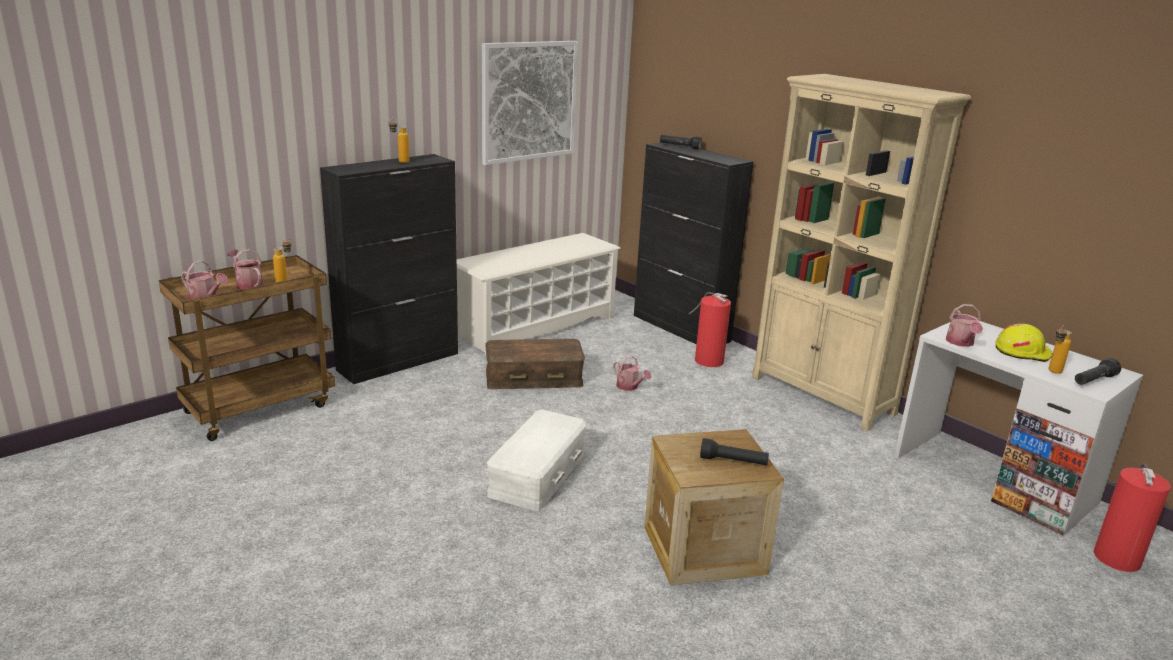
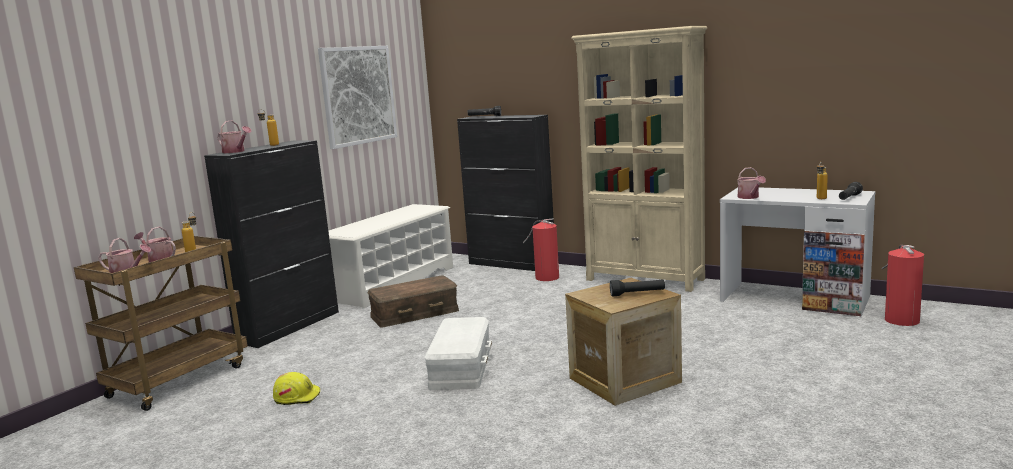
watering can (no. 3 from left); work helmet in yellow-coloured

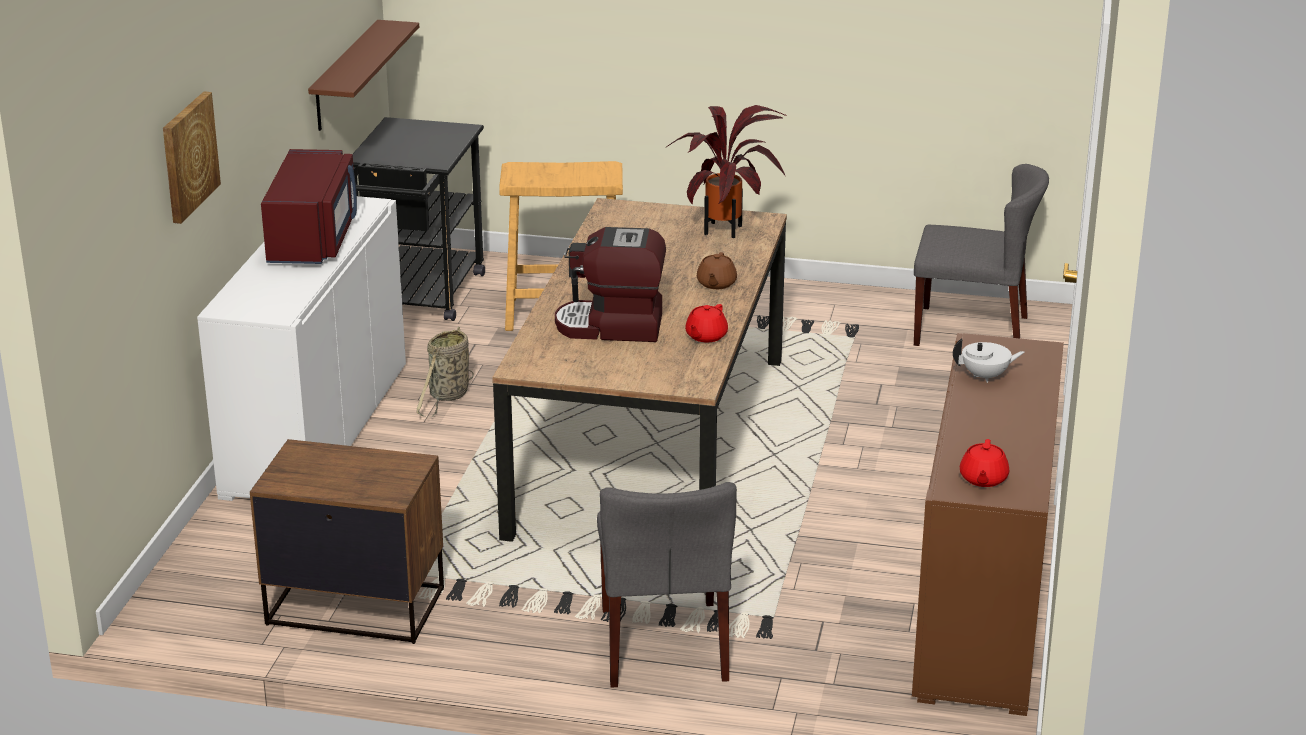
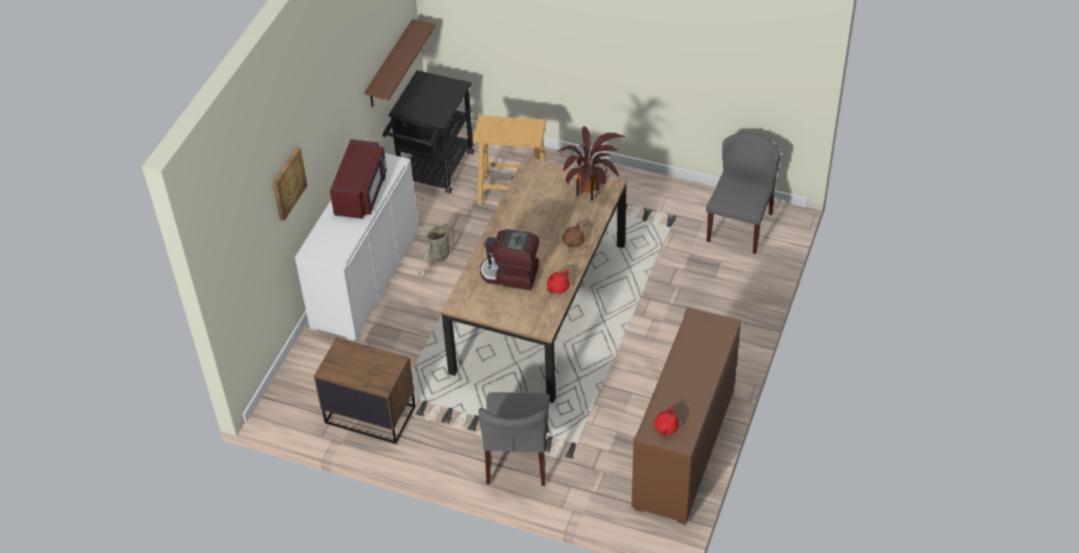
plain chair in greyish (no. 2 from left); pot for tea in white-coloured

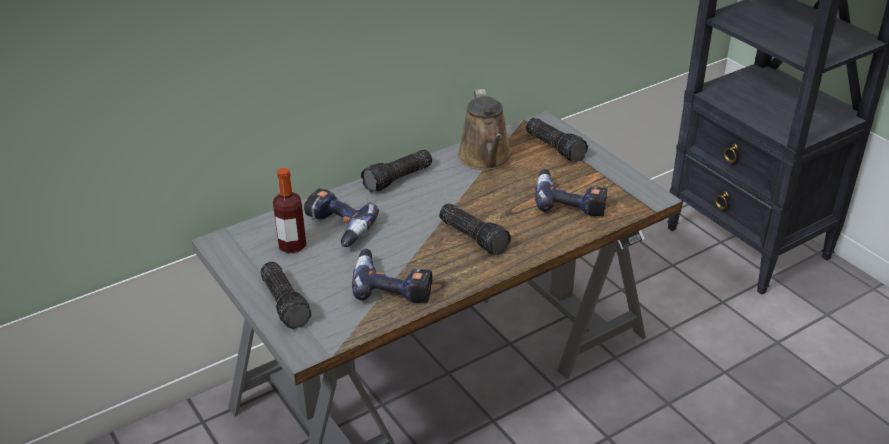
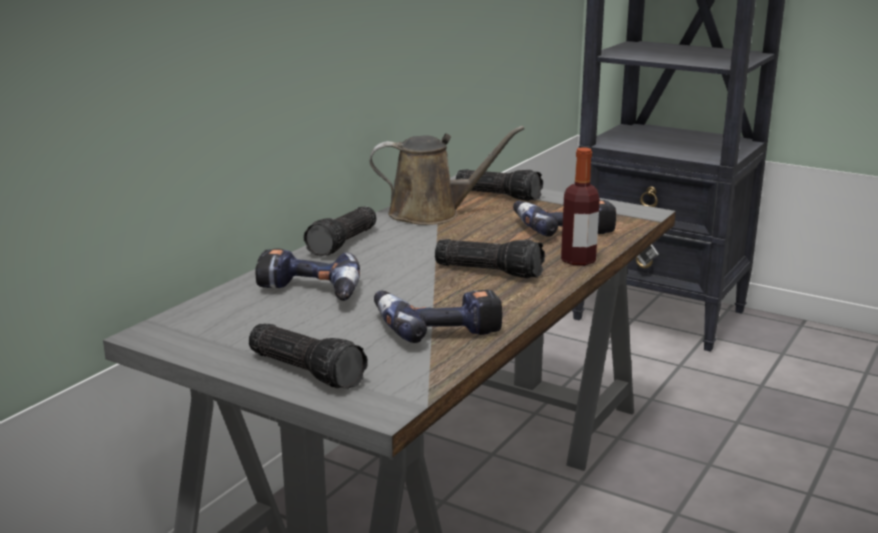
drink bottle; watering can in brownish

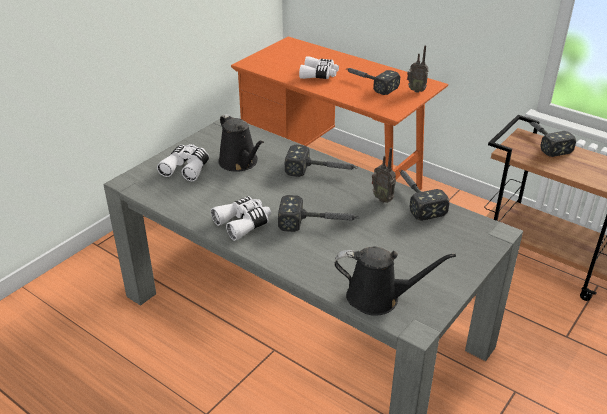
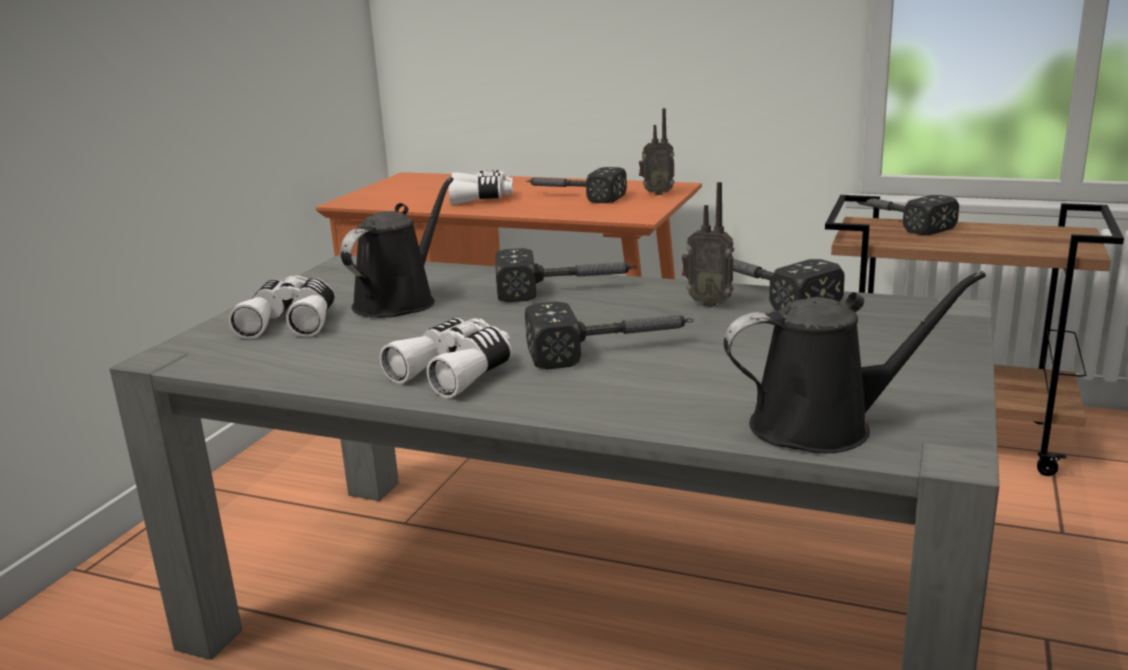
watering can in black (no. 1 from left)

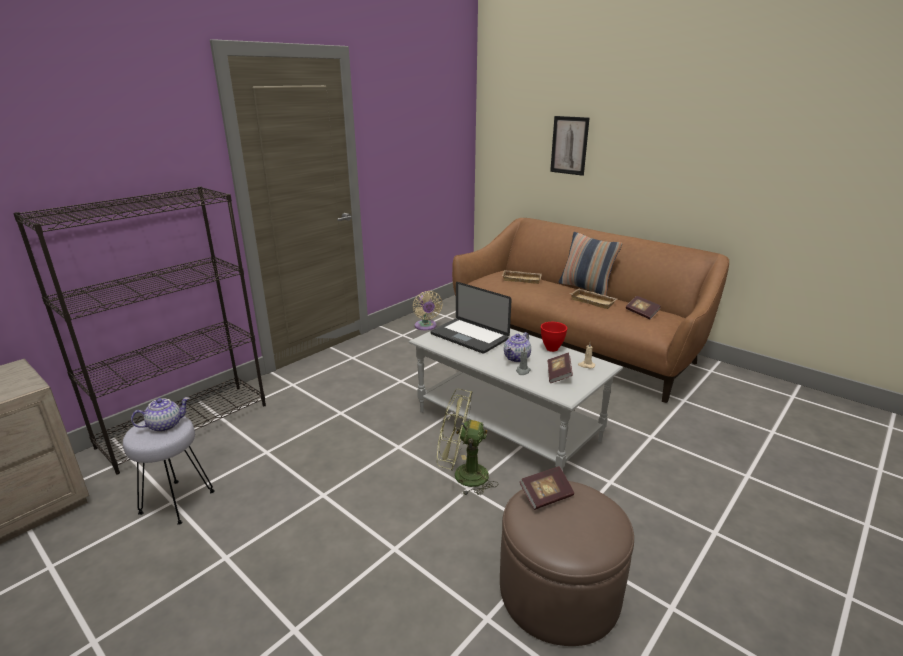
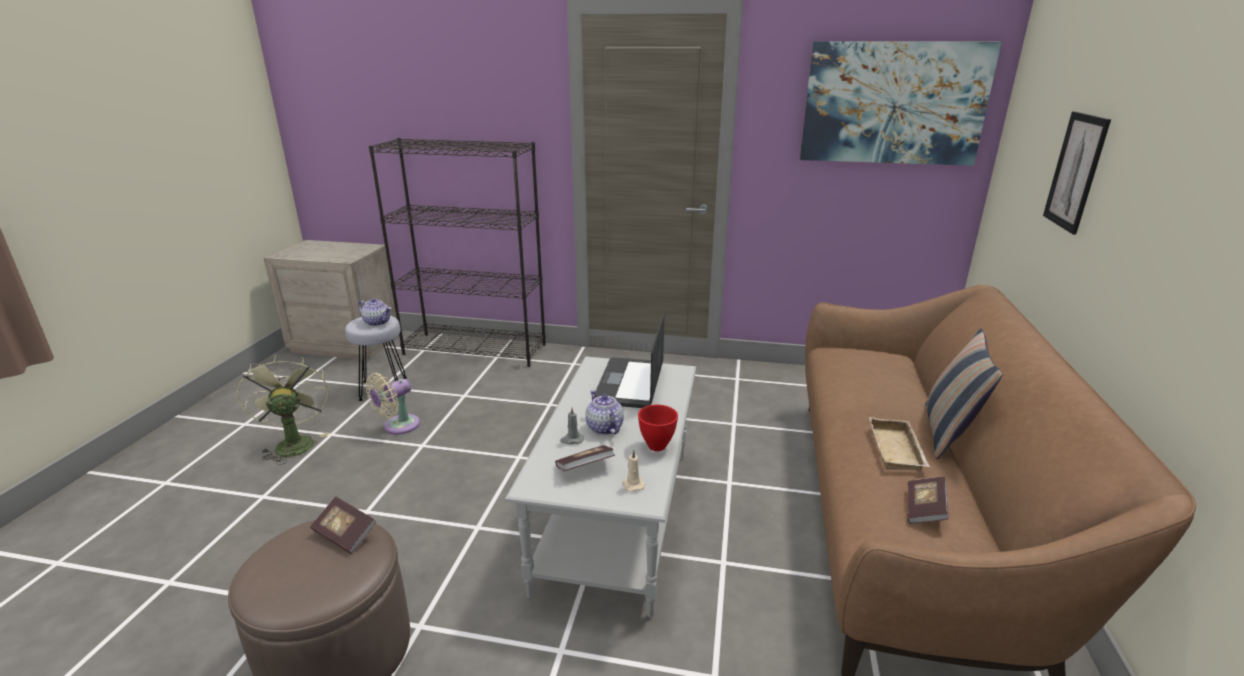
electric fan in beige-coloured; electric fan in greenish; tray in beige-coloured (no. 1 from left in the first image); pot for tea (no. 2 from left); wall picture (no. 1 from left)

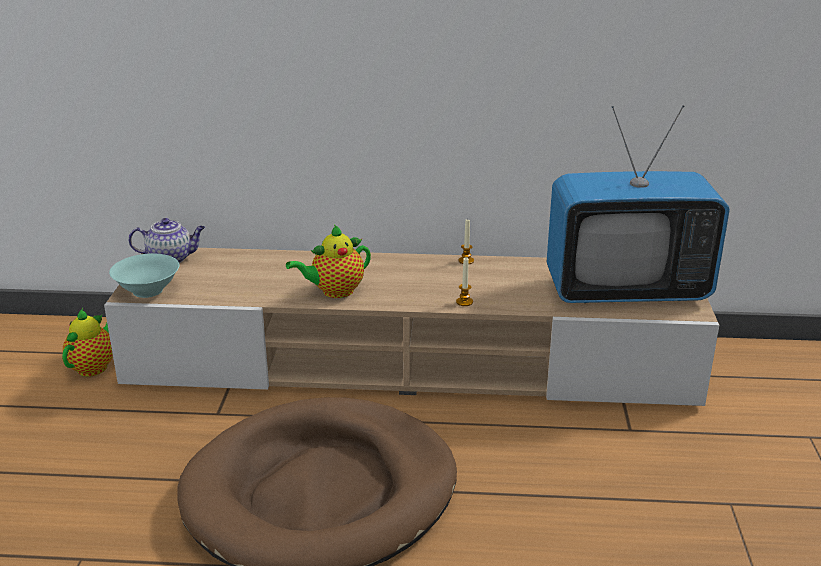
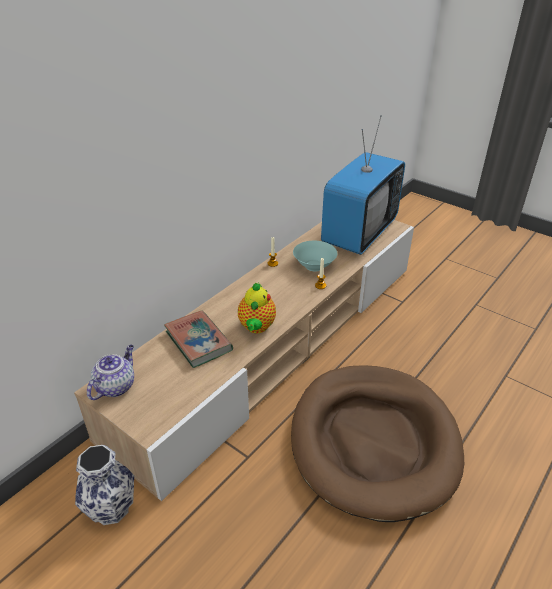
decorative vase; deep dish in turquoise-coloured; bound book

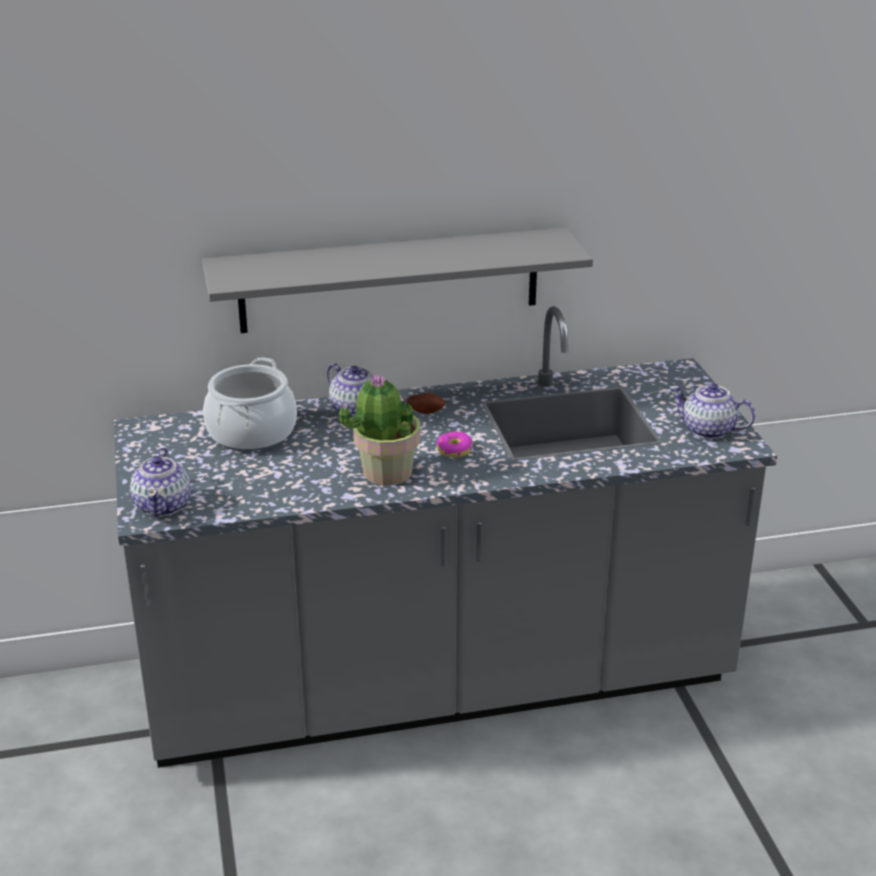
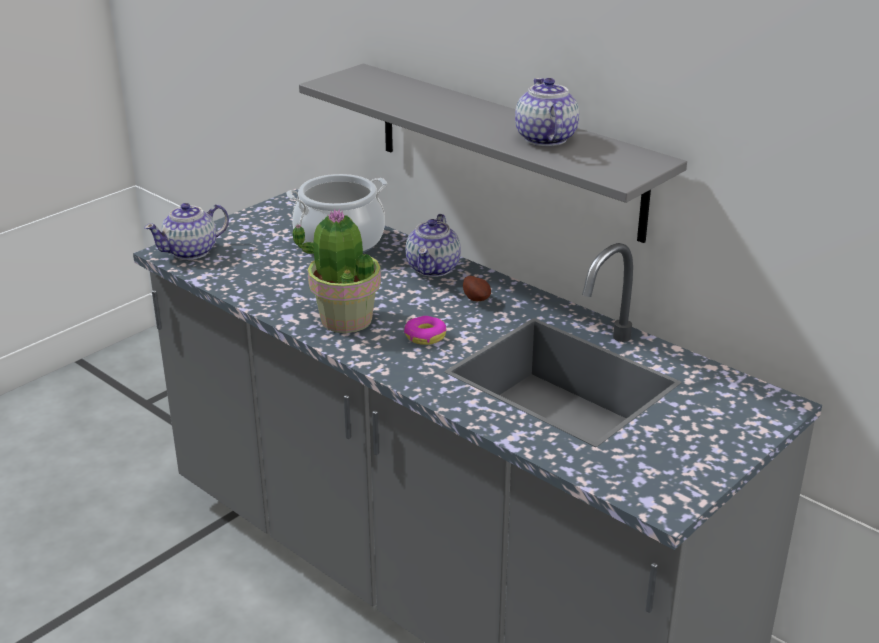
pot for tea (no. 3 from left)

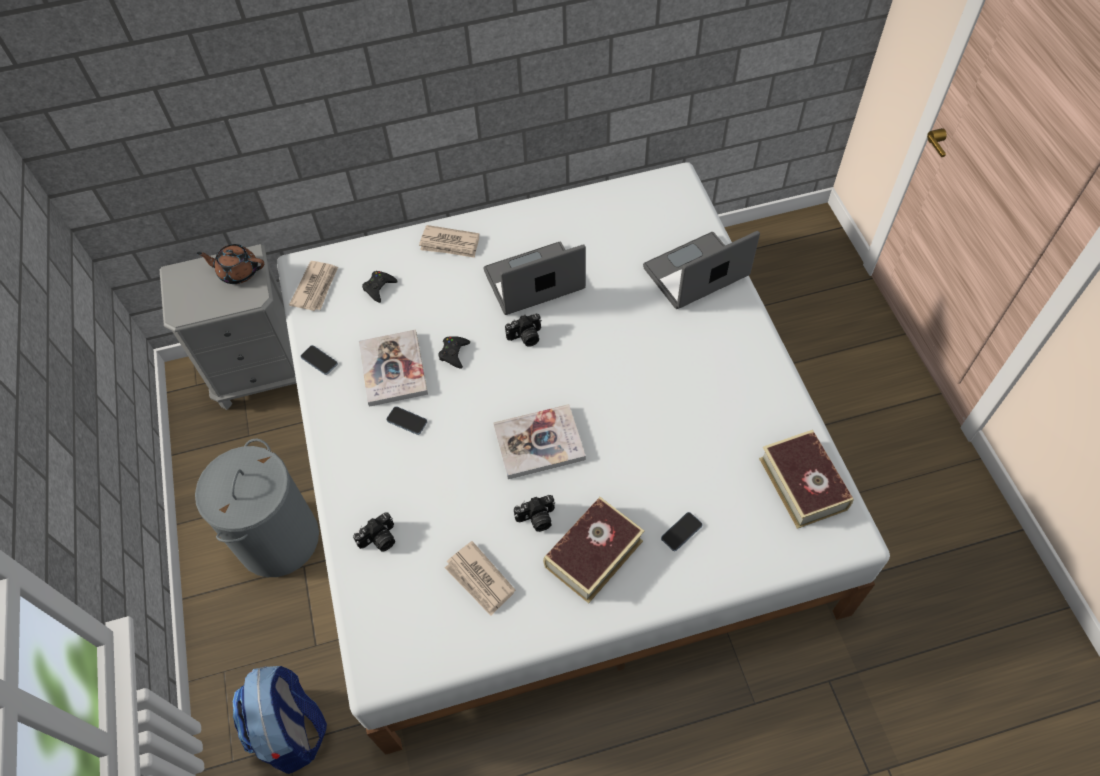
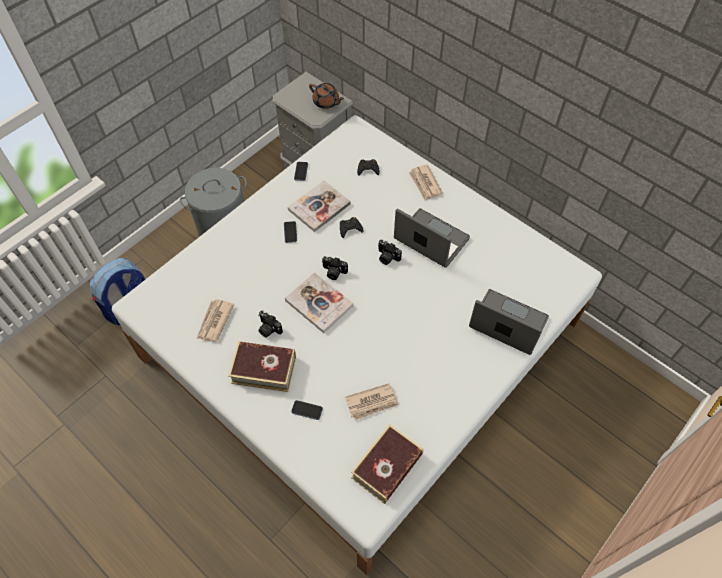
pot for tea in brownish; newspaper (no. 2 from left); photo camera (no. 2 from left)

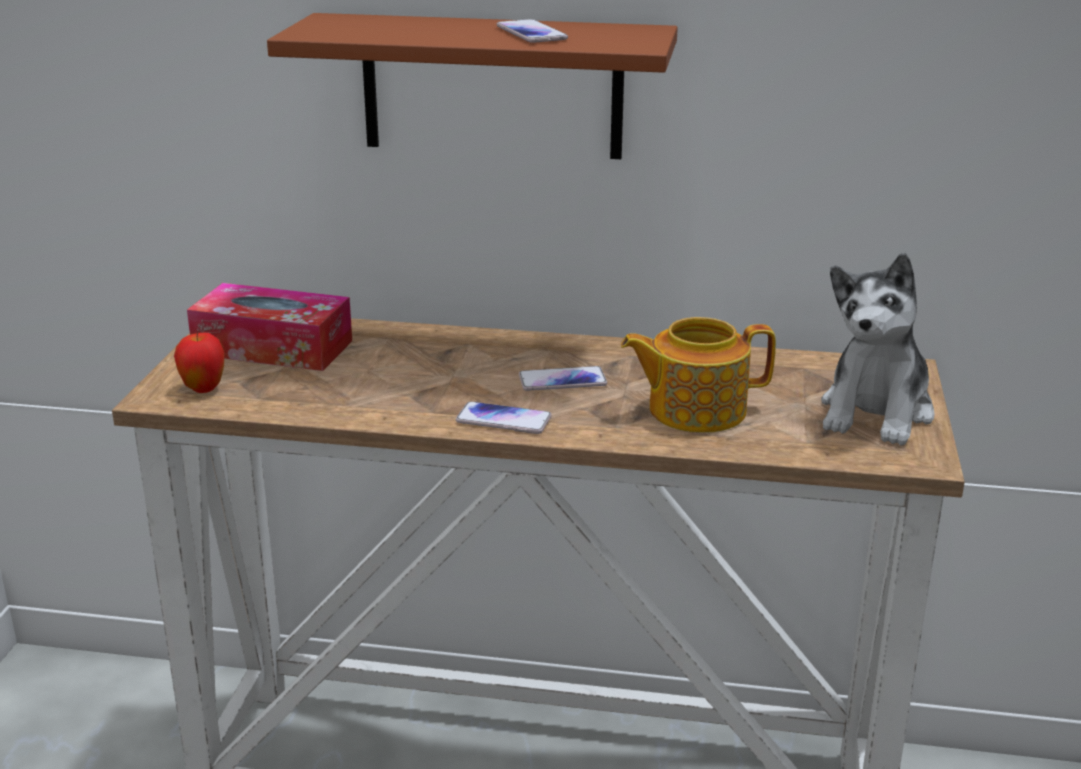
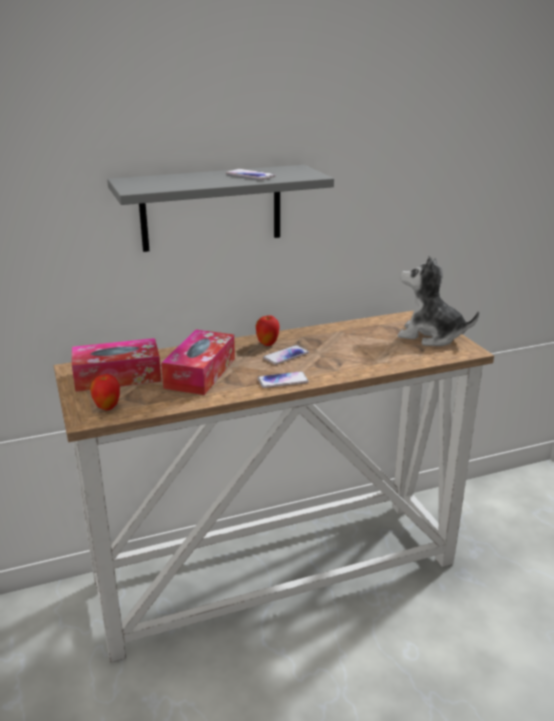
wall shelf in greyish; pot for tea; soft toy; box of tissues (no. 2 from left); apple (no. 2 from left)

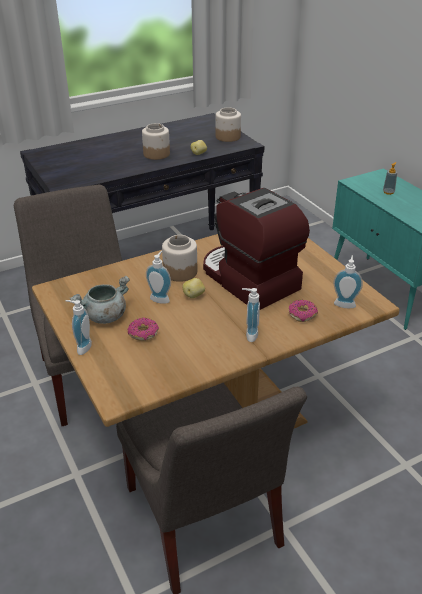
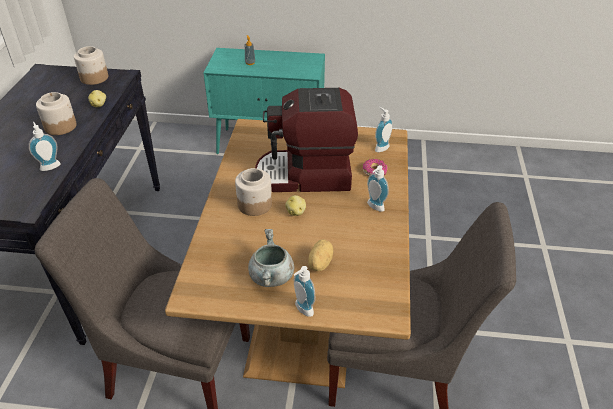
spud (no. 3 from left); soap bottle (no. 1 from left)

